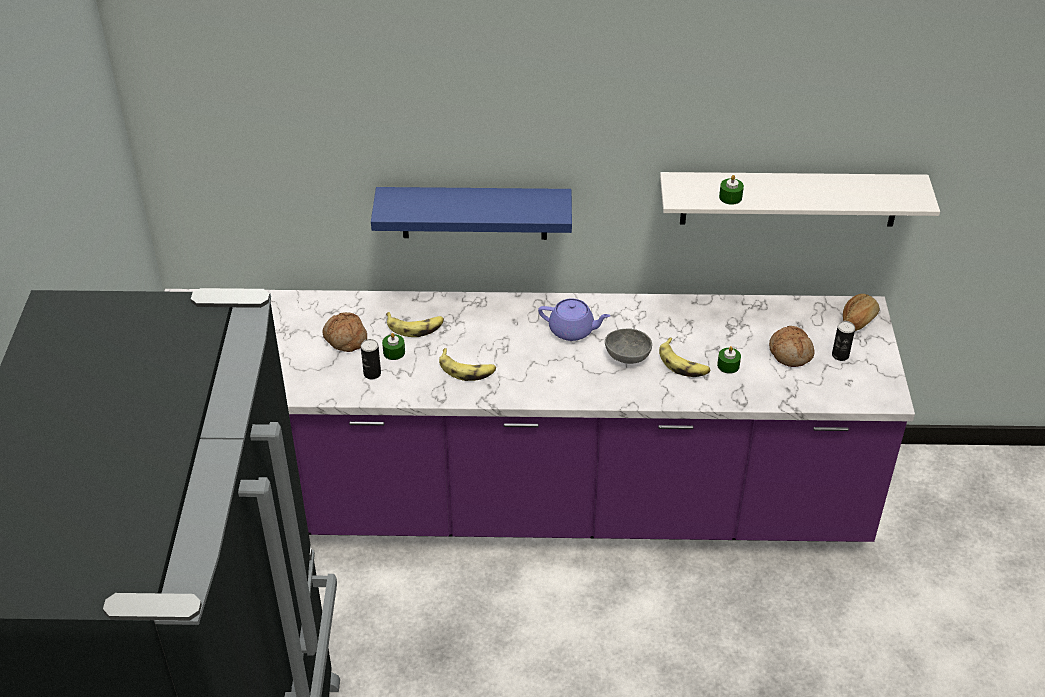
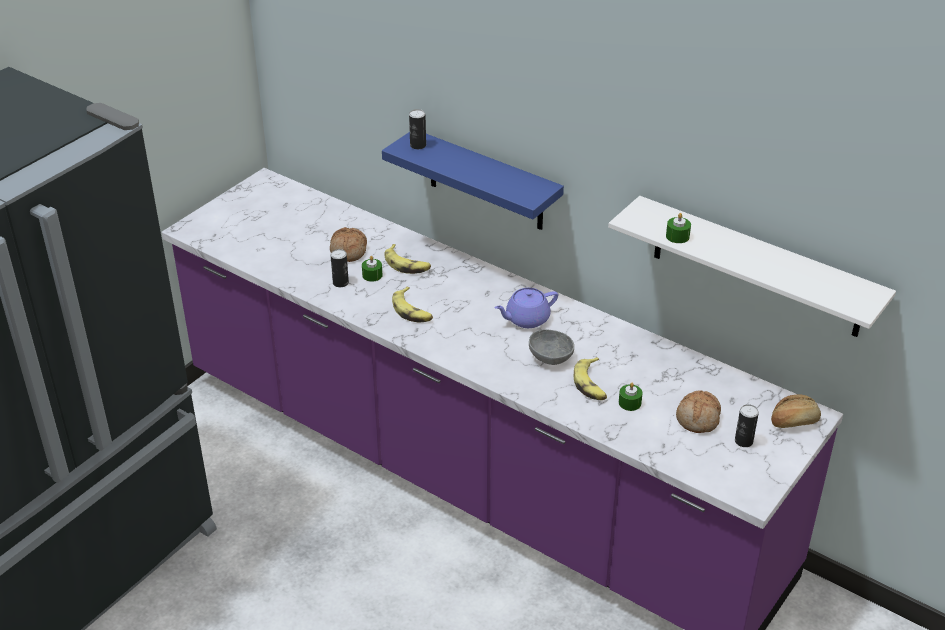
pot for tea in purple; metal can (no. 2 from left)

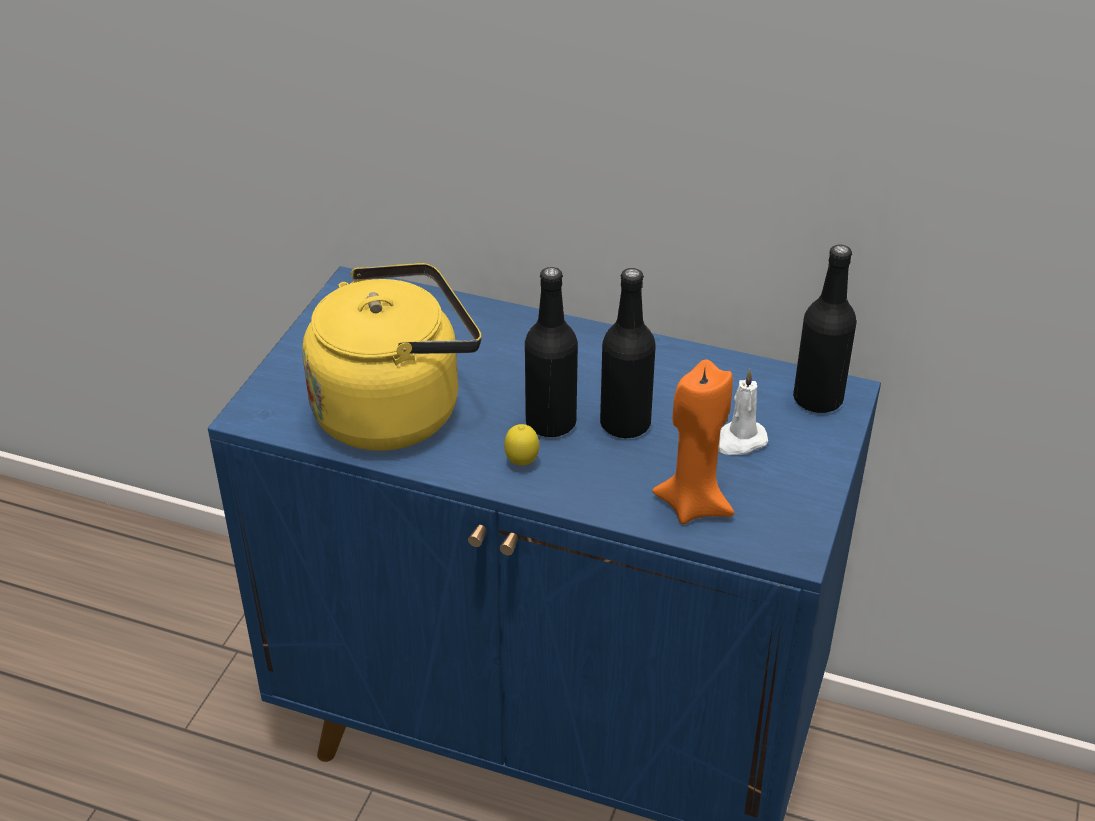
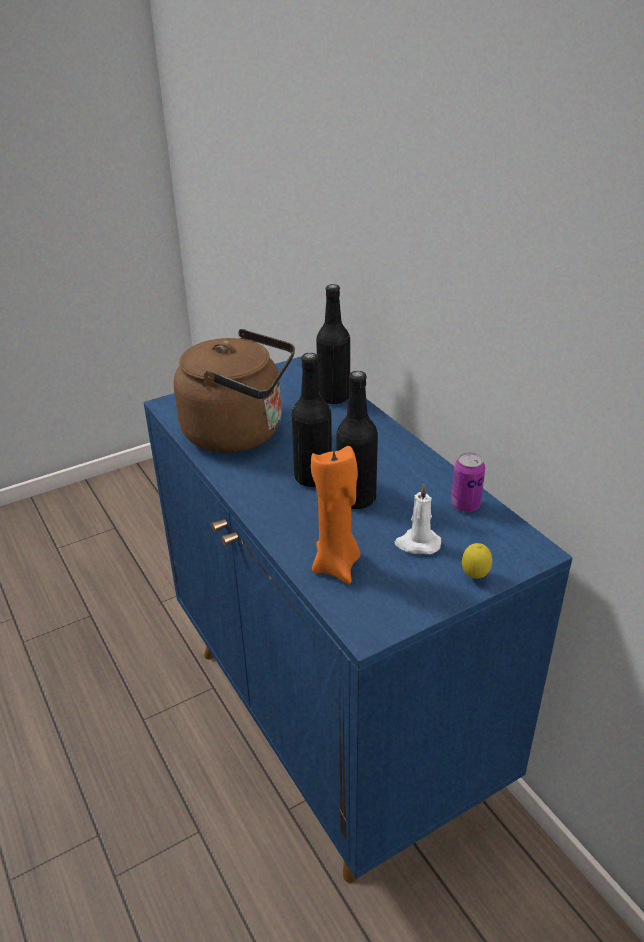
kettle in brownish; whole lemon; drink bottle in black (no. 2 from left); metal can

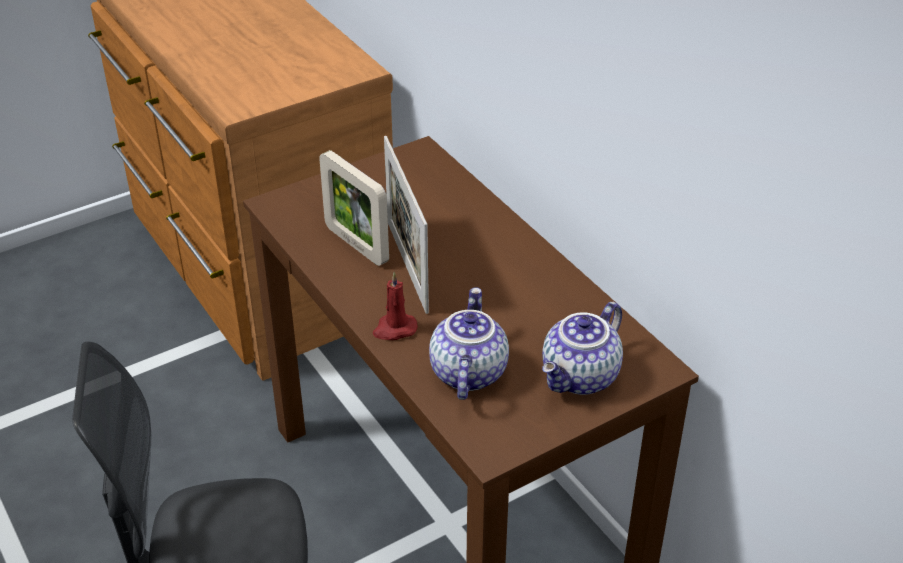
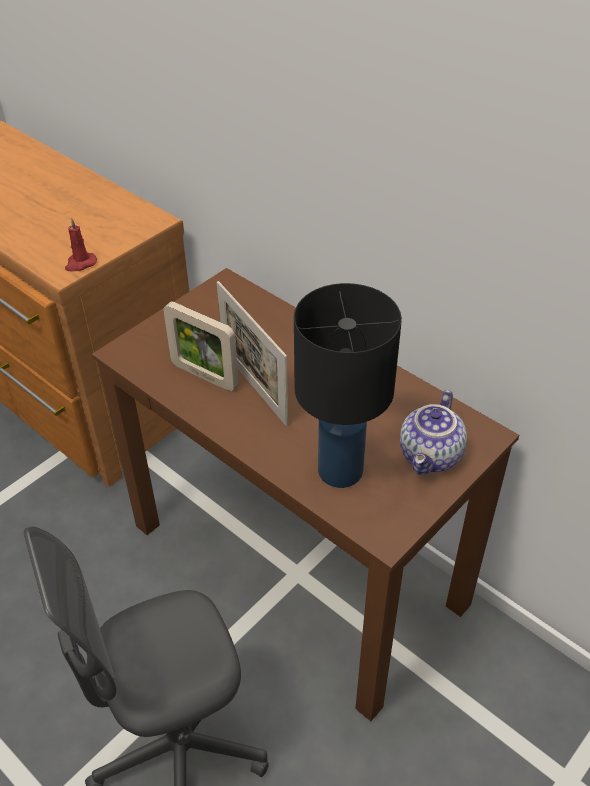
wax light in red; lamp for a table in black

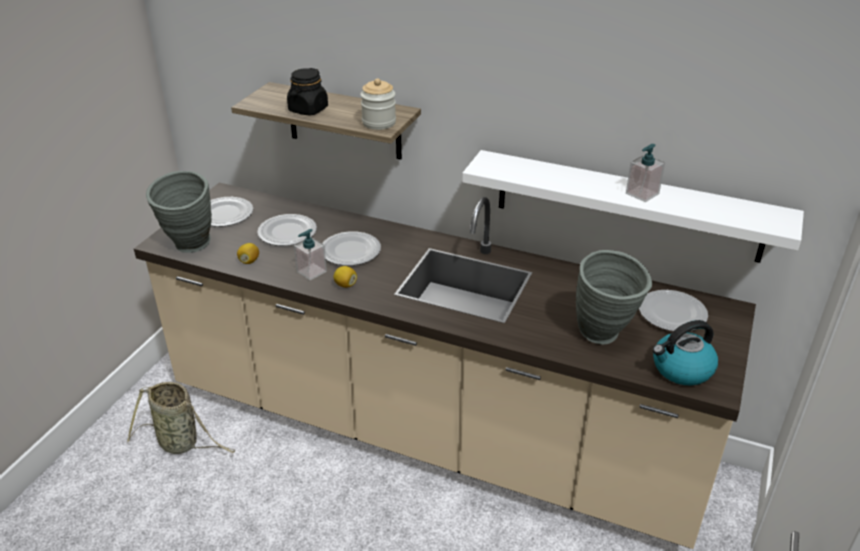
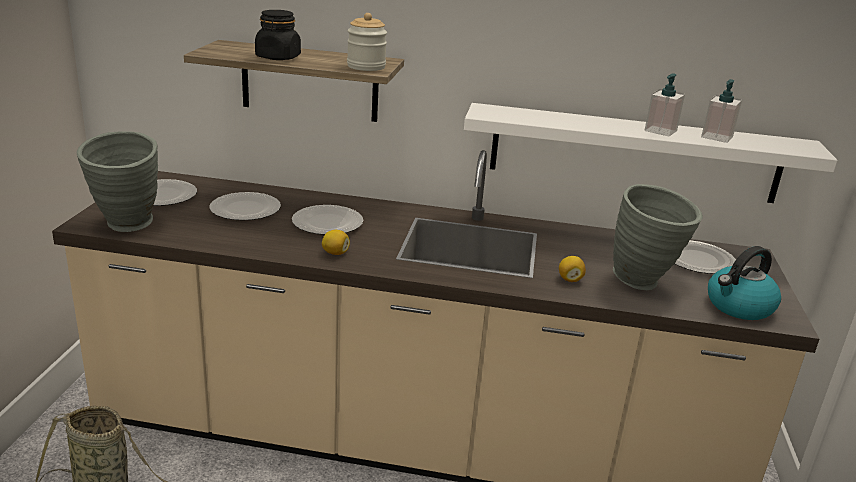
whole lemon (no. 2 from left); soap bottle (no. 2 from left)

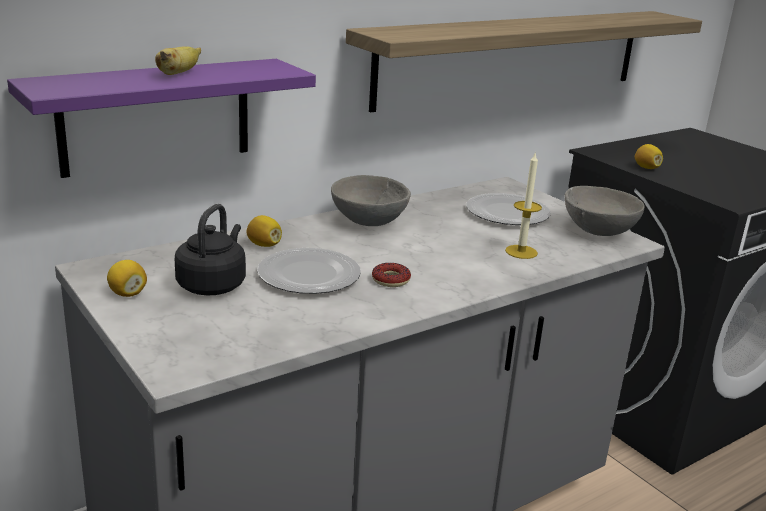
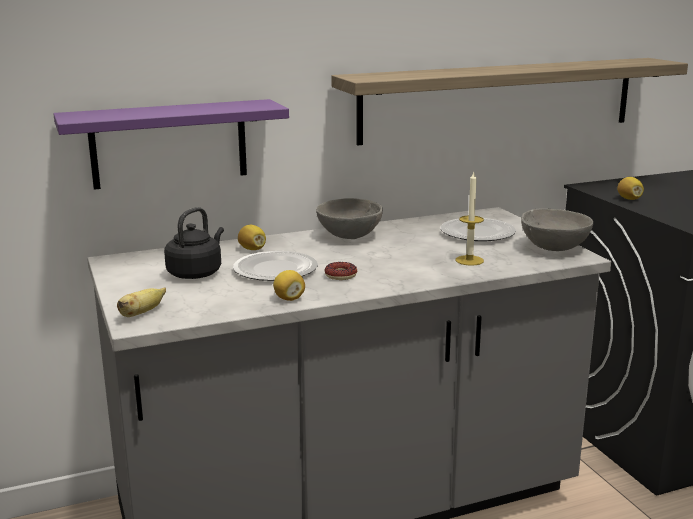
whole lemon (no. 2 from left); whole banana

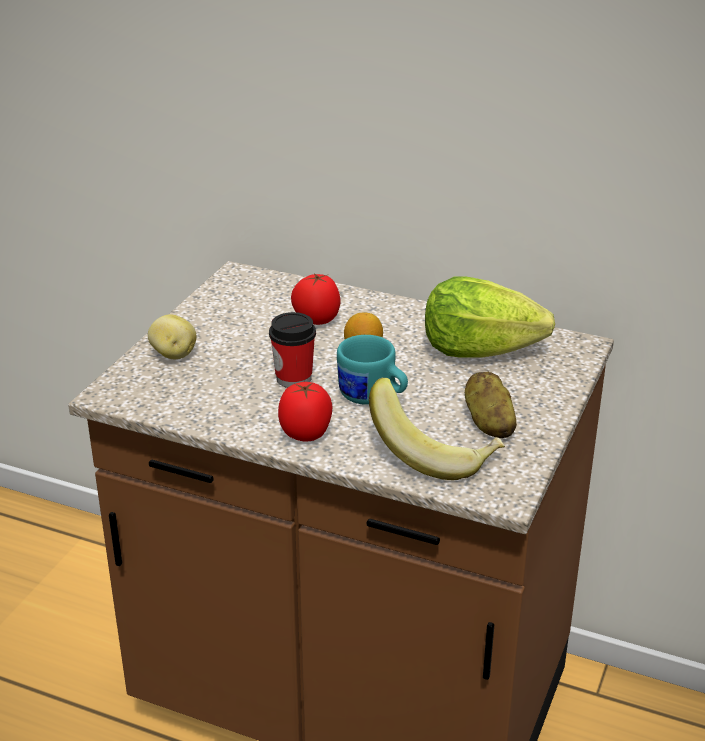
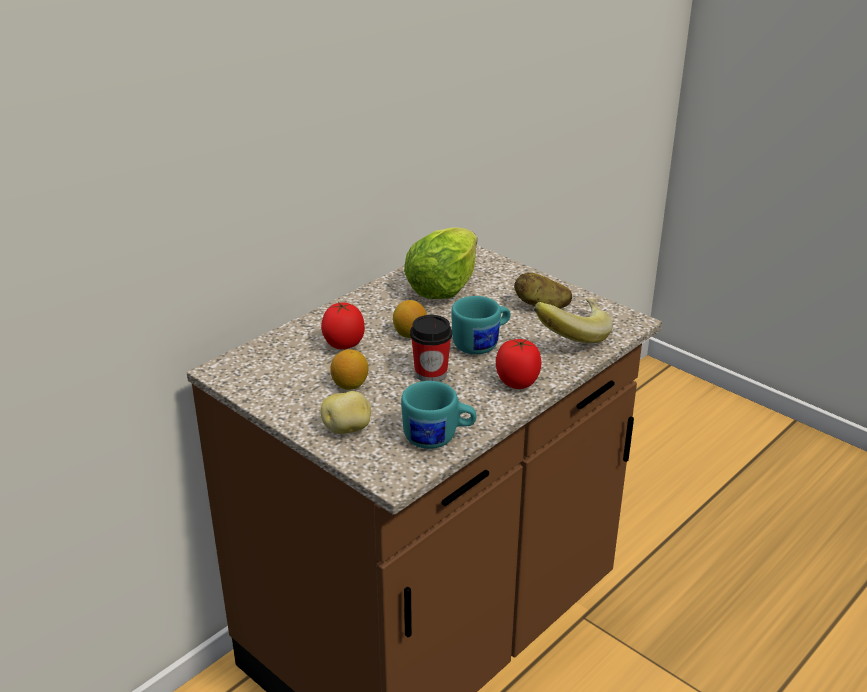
whole lemon (no. 1 from left); coffee mug in turquoise-coloured (no. 1 from left)

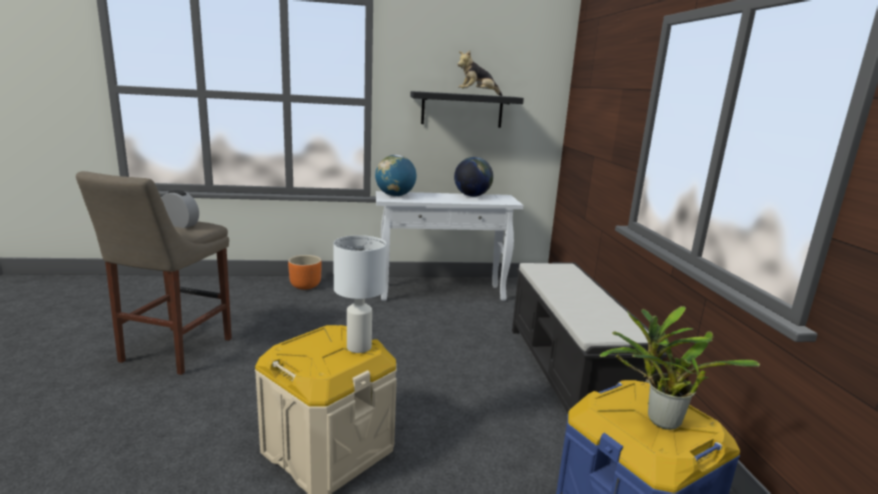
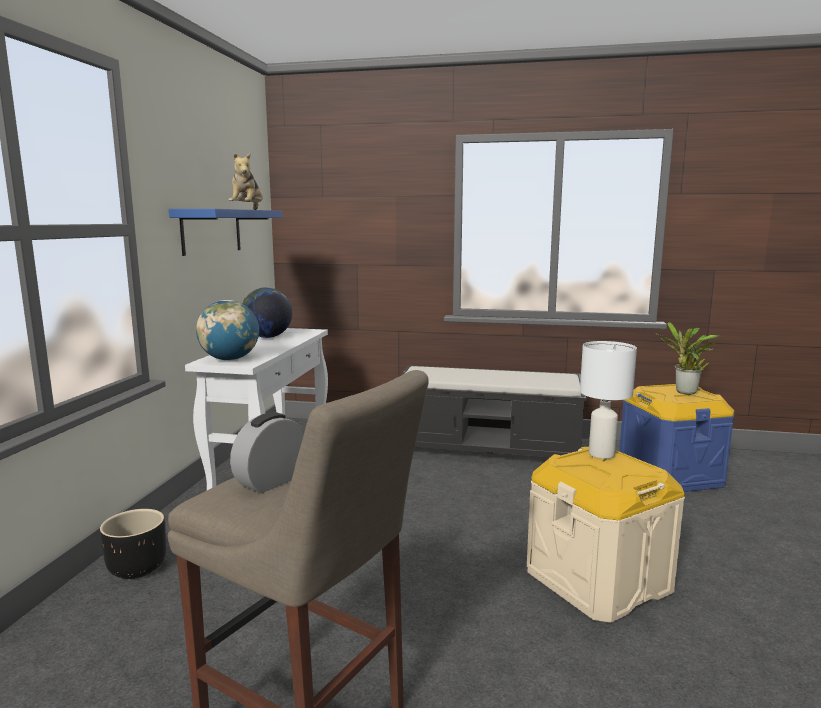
planter in black; wall shelf in blue

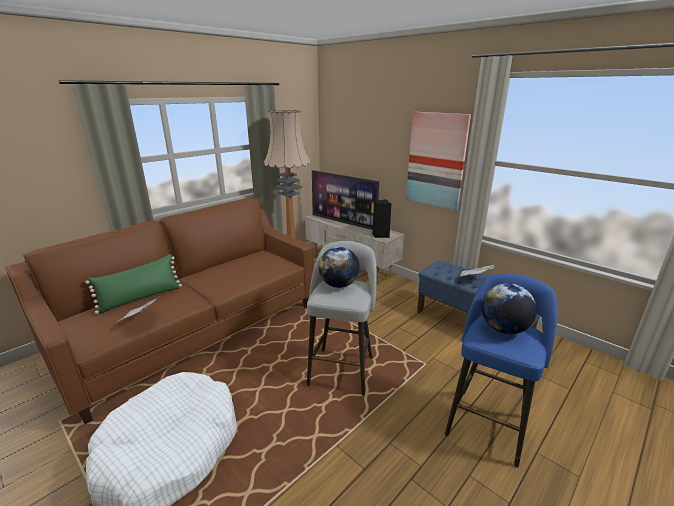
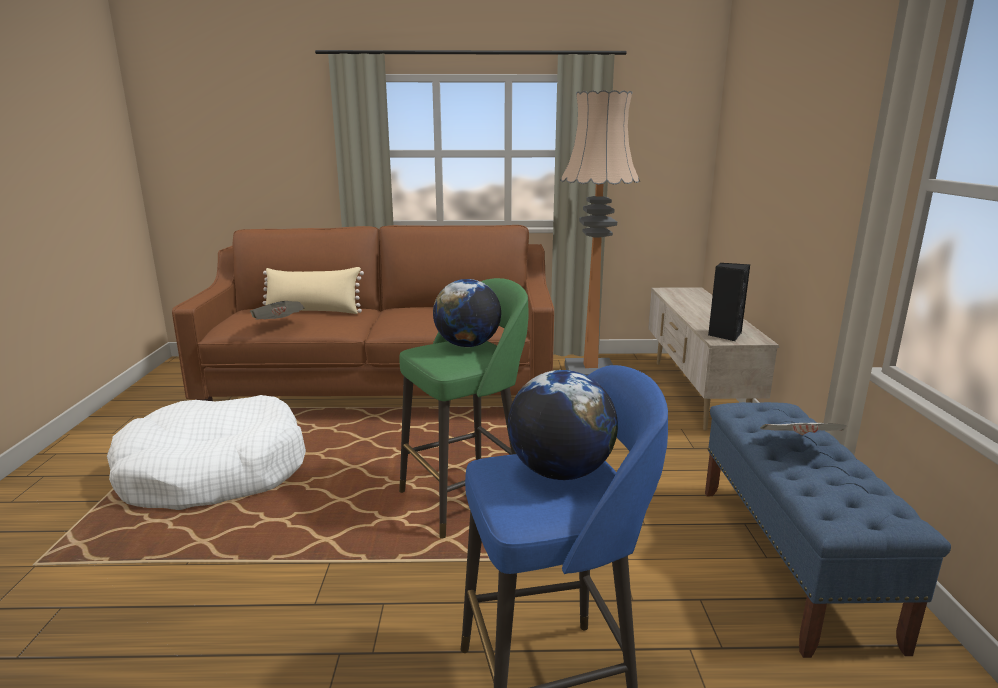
cushion in beige-coloured; stool seat in greenish; TV; wall picture

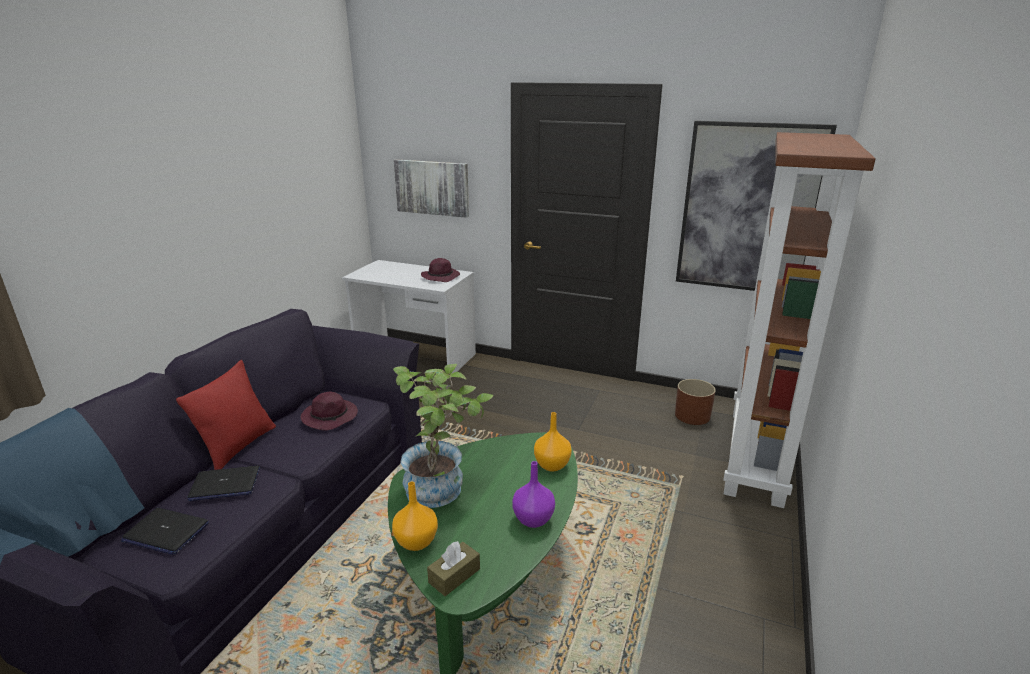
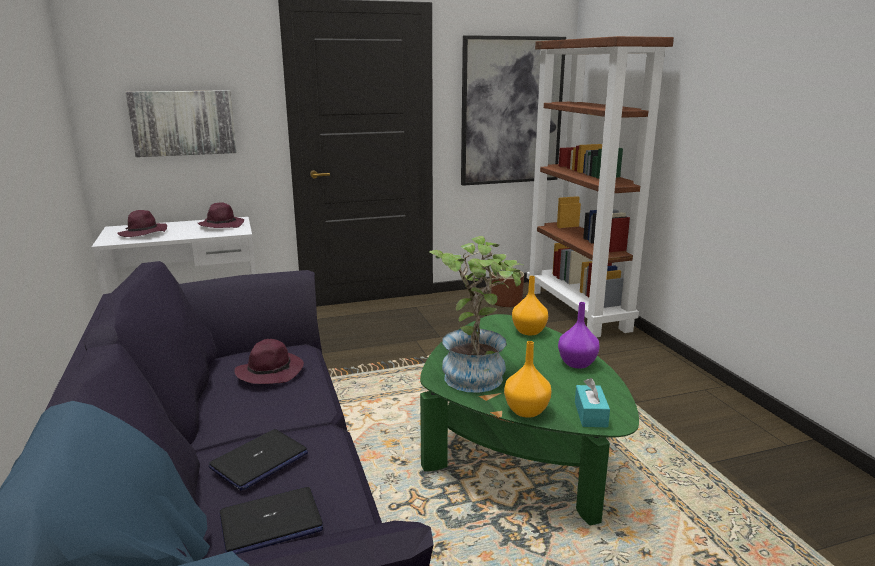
cushion in red; box of tissues in turquoise-coloured; wearable hat in purple (no. 1 from left)

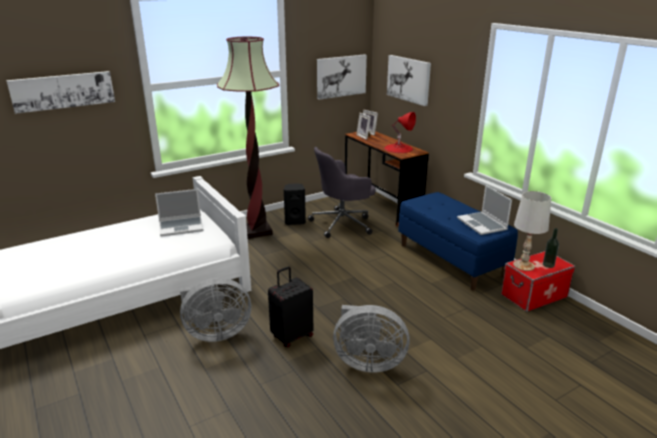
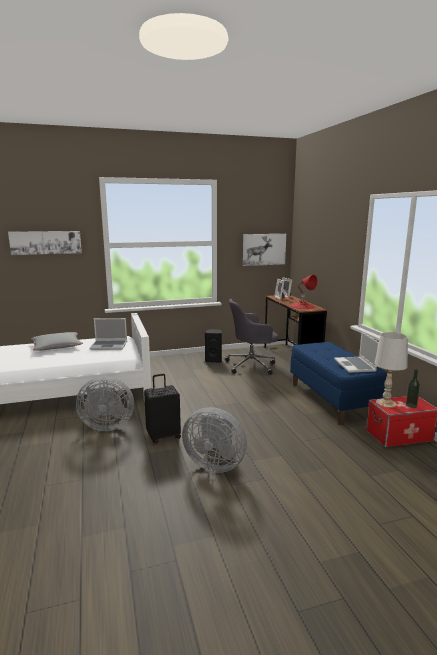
floor lamp; wall picture (no. 3 from left in the first image); cushion in greyish

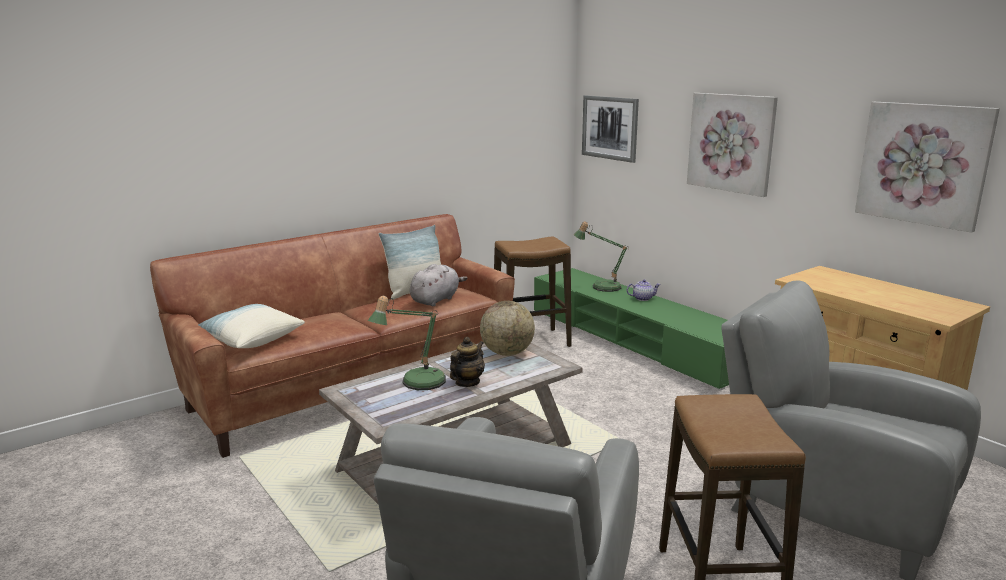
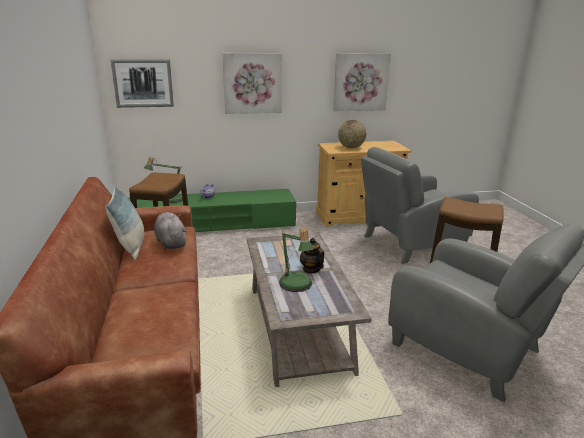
cushion (no. 1 from left in the first image); world globe

